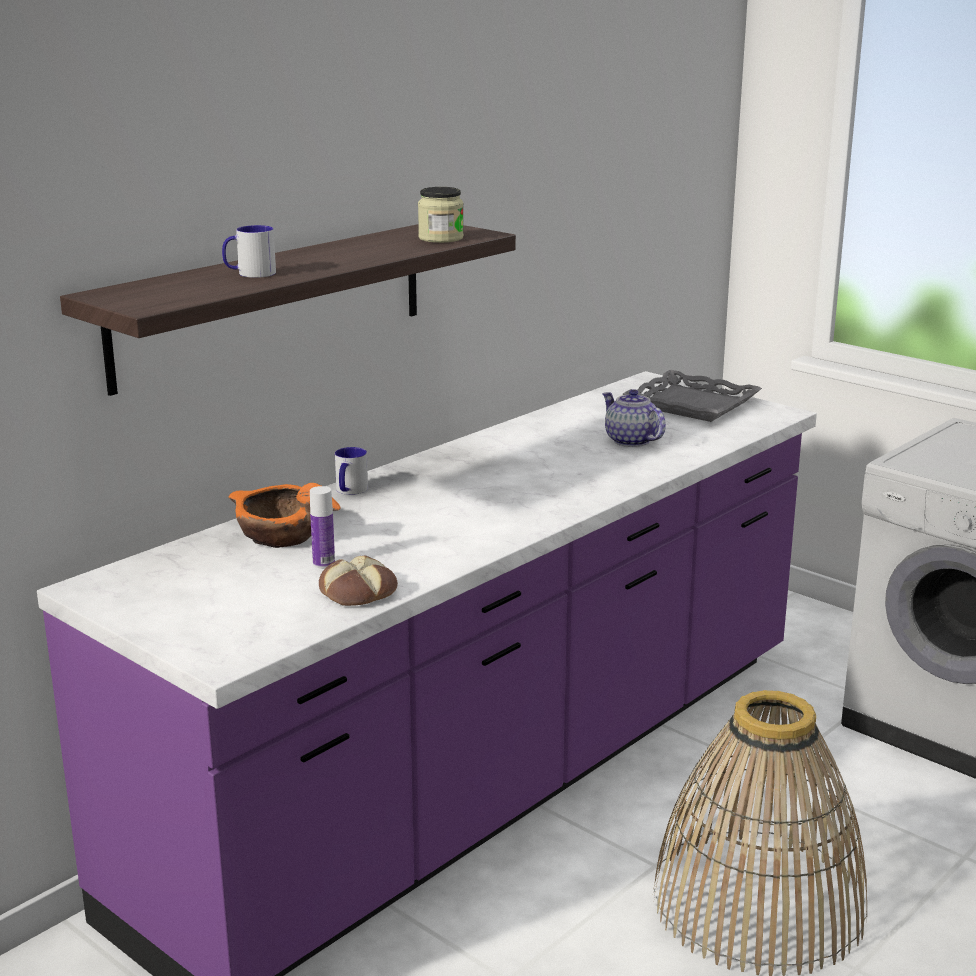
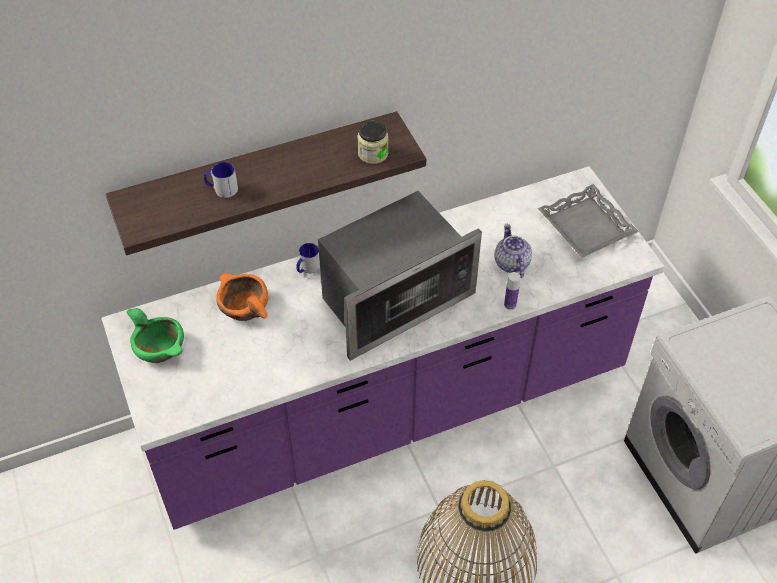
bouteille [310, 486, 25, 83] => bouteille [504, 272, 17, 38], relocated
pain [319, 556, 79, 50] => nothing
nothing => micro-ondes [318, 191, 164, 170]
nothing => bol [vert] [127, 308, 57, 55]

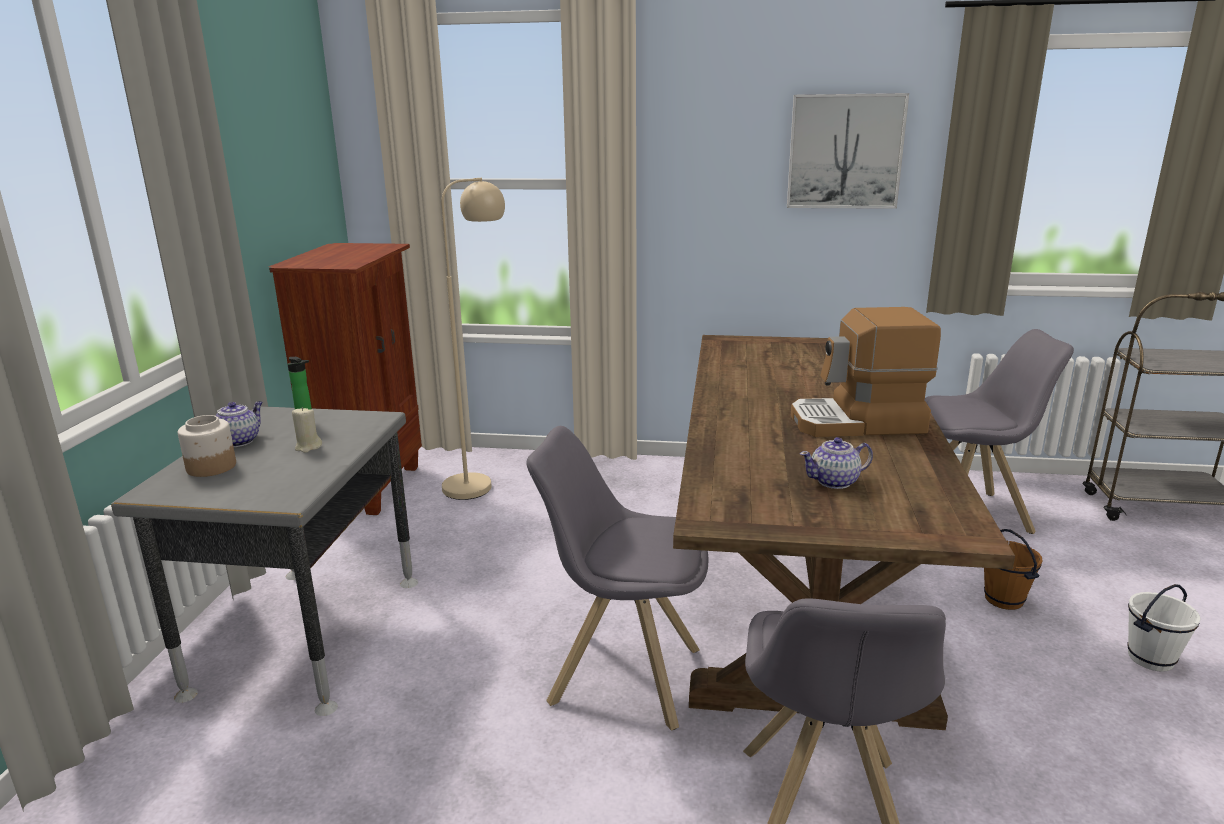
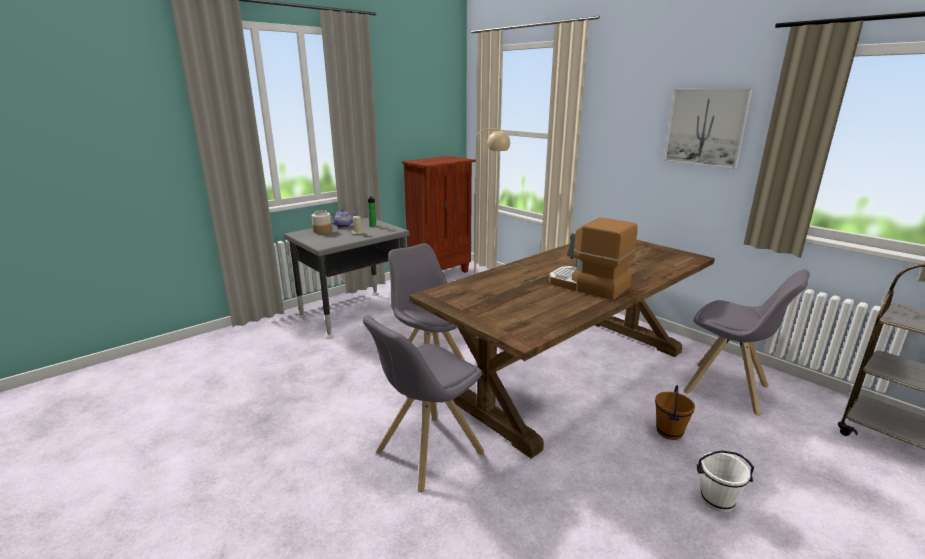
théière [800, 437, 73, 52] => nothing

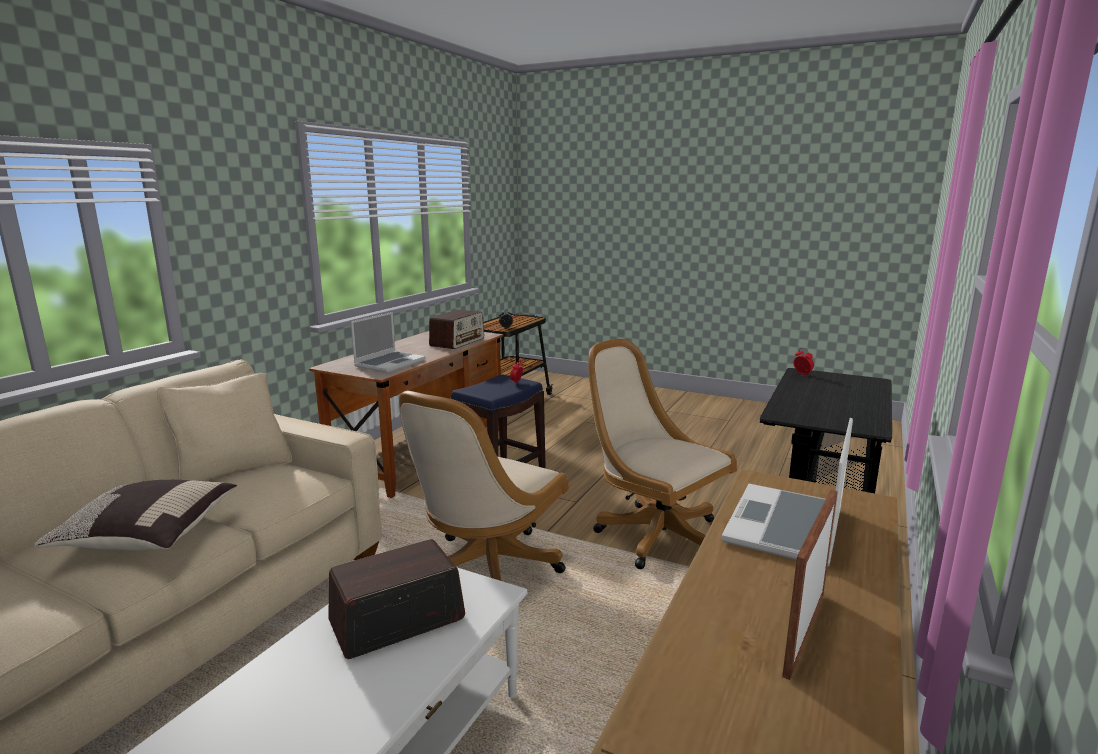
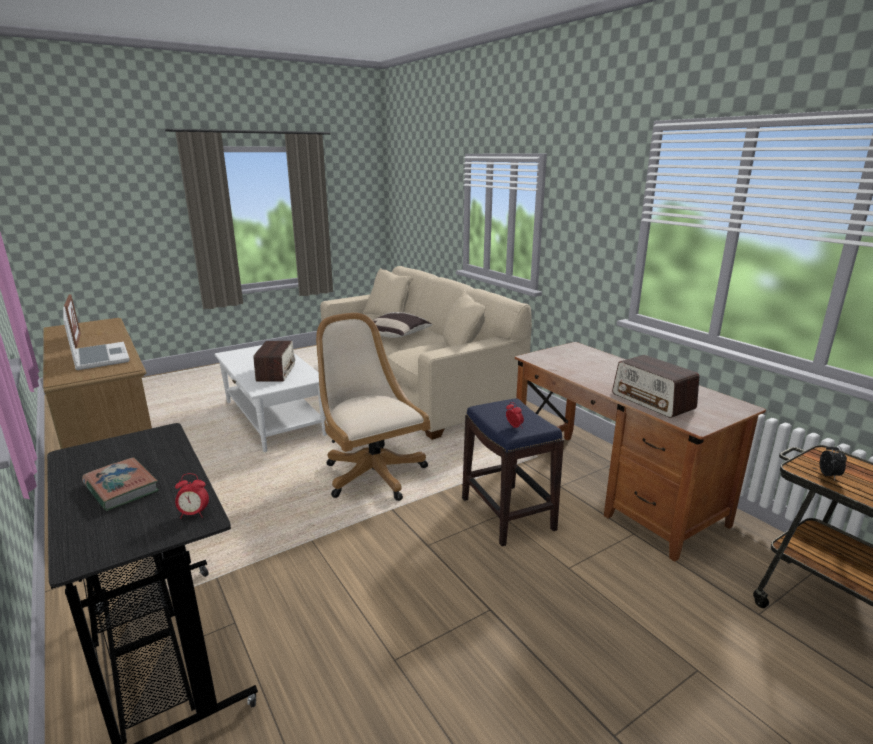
ordinateur portable [351, 312, 75, 61] => nothing
chaise de bureau [588, 339, 149, 230] => nothing
nothing => livre [82, 457, 77, 54]

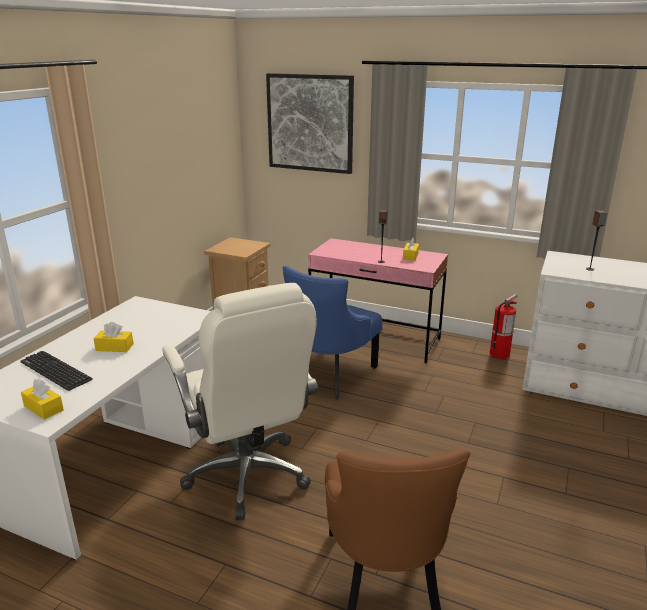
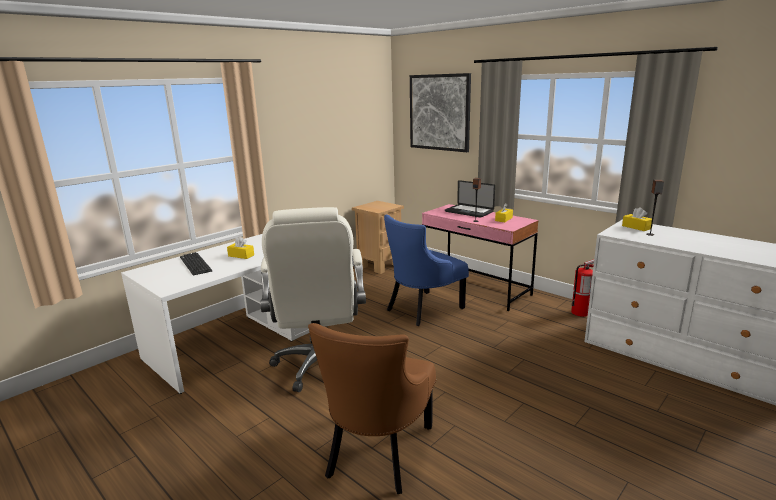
boîte à mouchoirs [jaune] [21, 379, 43, 41] => boîte à mouchoirs [jaune] [622, 207, 30, 24], relocated
nothing => ordinateur portable [445, 180, 50, 38]

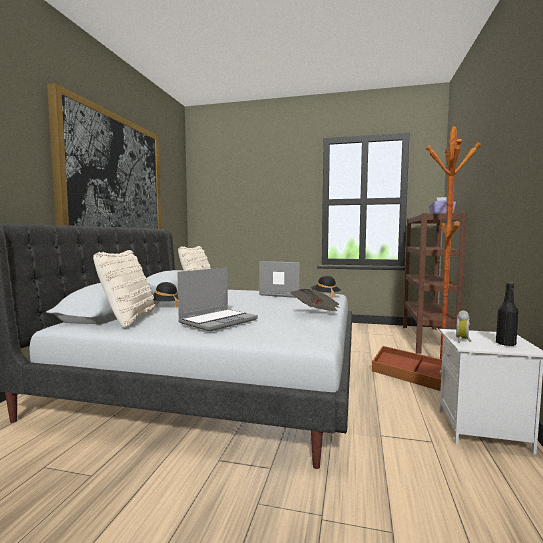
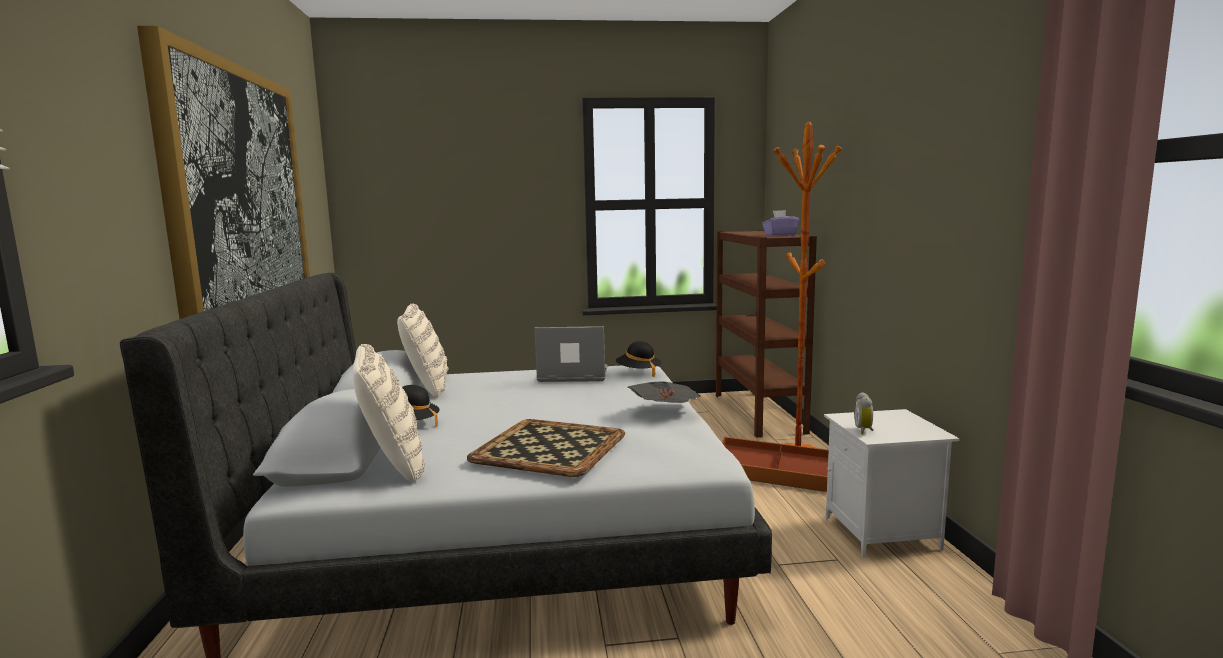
ordinateur portable [177, 267, 81, 64] => plateau [467, 419, 158, 58]
bouteille [noir] [496, 282, 23, 64] => nothing

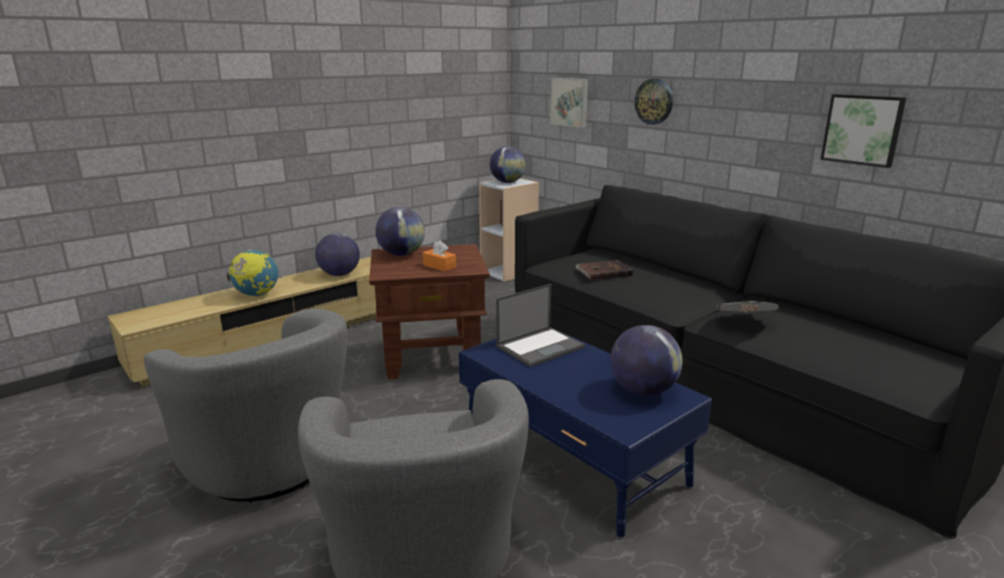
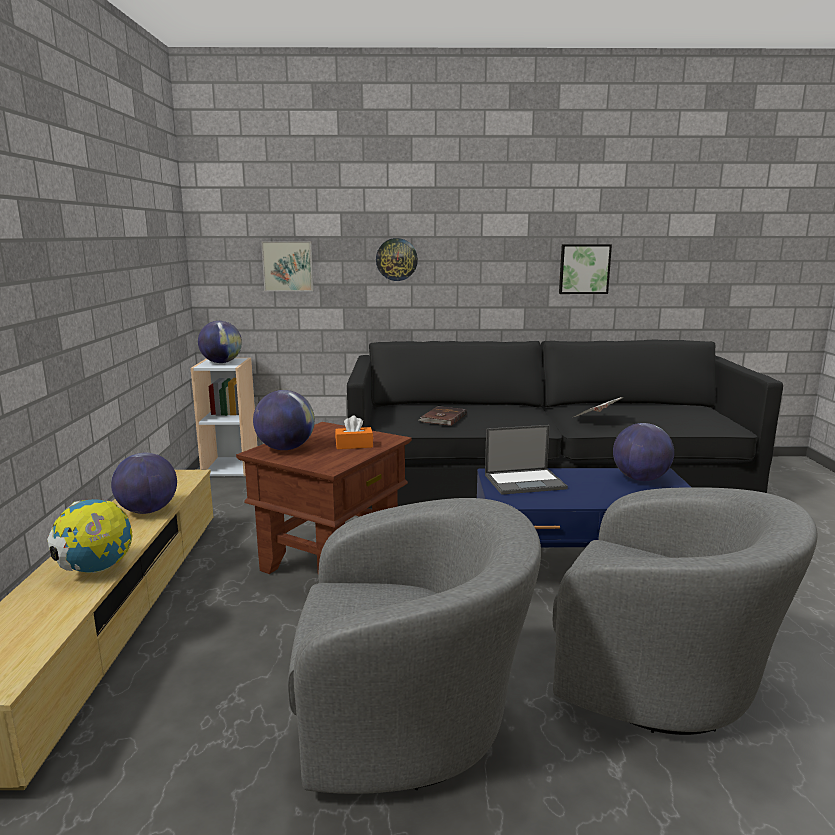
ordinateur portable [496, 284, 89, 83] => ordinateur portable [485, 425, 83, 70], 75 degrees clockwise

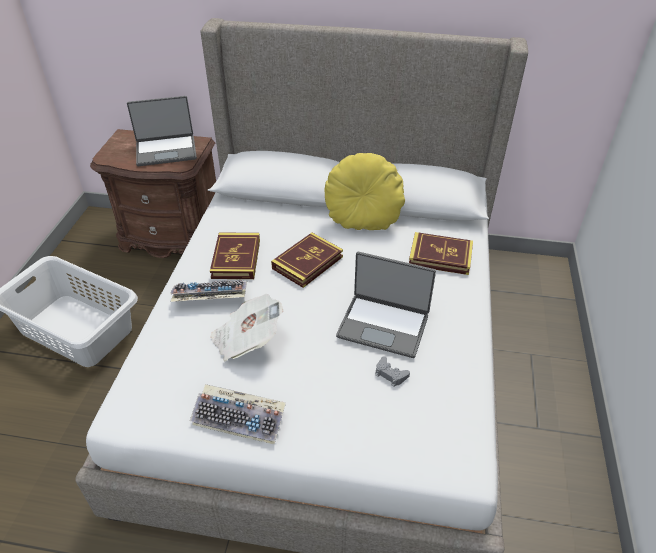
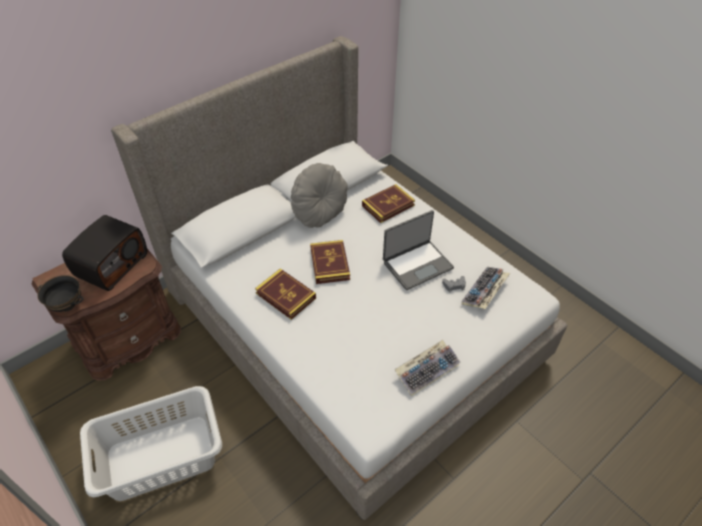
ordinateur portable [127, 96, 70, 70] => radio [62, 215, 85, 76]
coussin [jaune] [324, 153, 81, 77] => coussin [gris] [291, 163, 57, 65]
clavier [170, 280, 77, 22] => clavier [461, 267, 49, 42], relocated
journal [210, 294, 73, 67] => nothing
nothing => bol [noir] [37, 275, 47, 37]

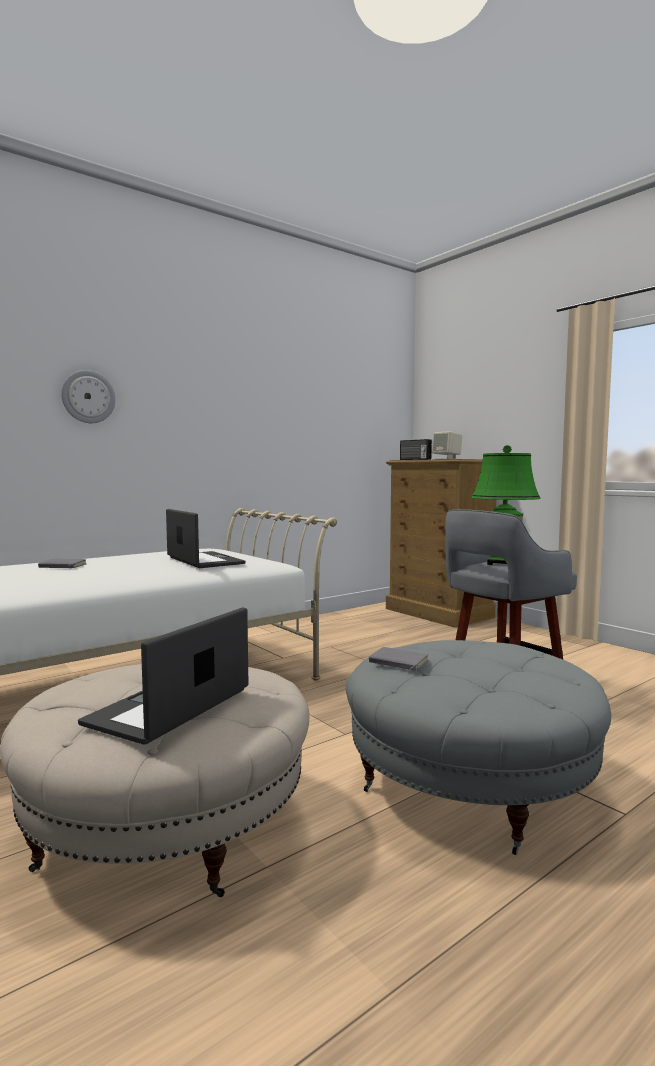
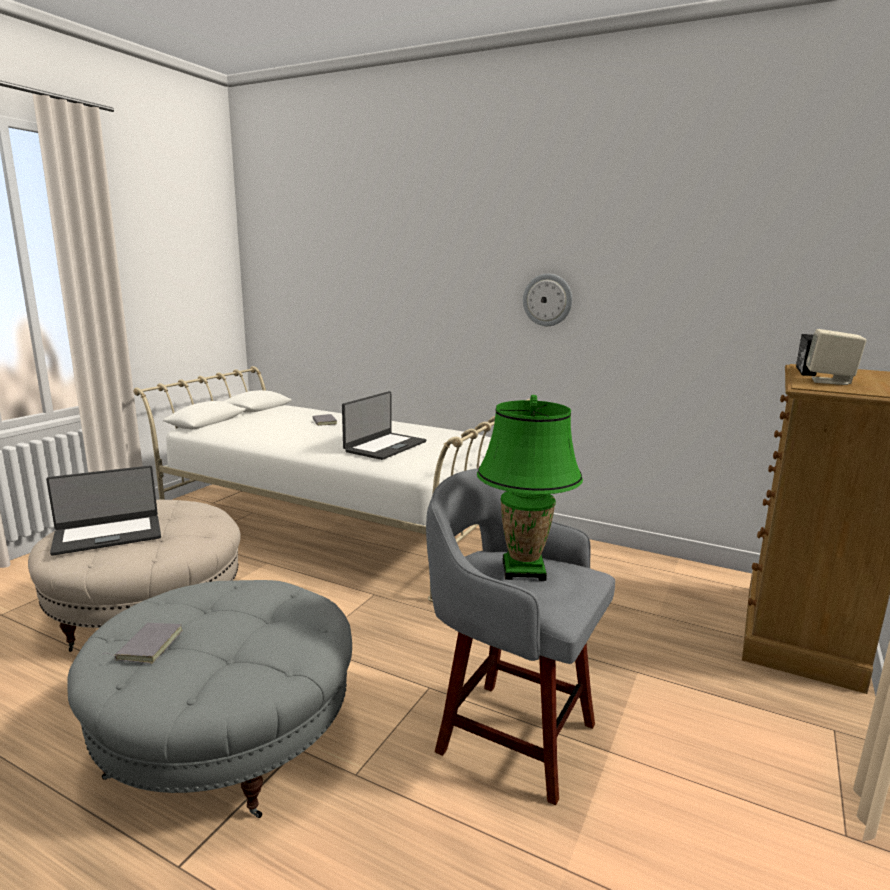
horloge murale [61, 370, 55, 53] => horloge murale [523, 274, 49, 52], relocated
ordinateur portable [78, 607, 170, 138] => ordinateur portable [46, 466, 115, 89], 150 degrees clockwise
livre [gris] [369, 647, 60, 24] => livre [gris] [103, 623, 80, 41], relocated

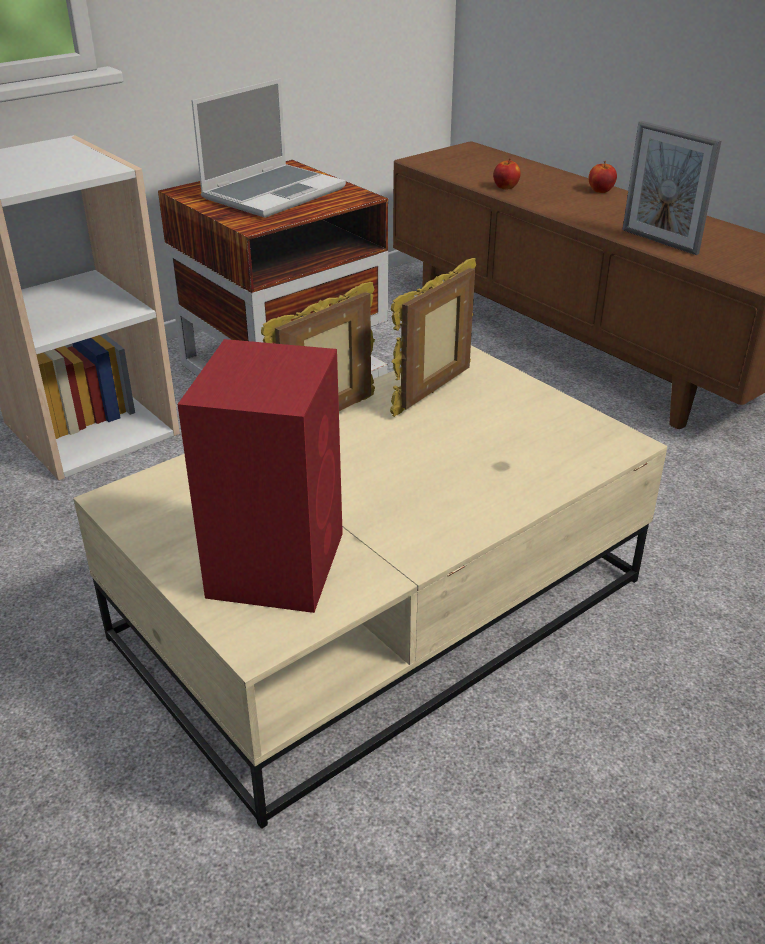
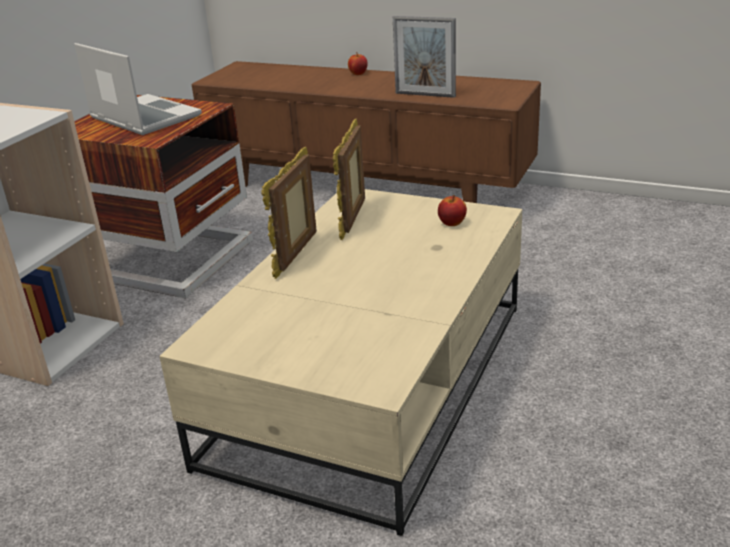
ordinateur portable [192, 78, 154, 140] => ordinateur portable [74, 43, 128, 92], 60 degrees counterclockwise
pomme [493, 158, 28, 32] => pomme [438, 195, 29, 31], relocated
enceinte [rouge] [177, 339, 166, 274] => nothing

